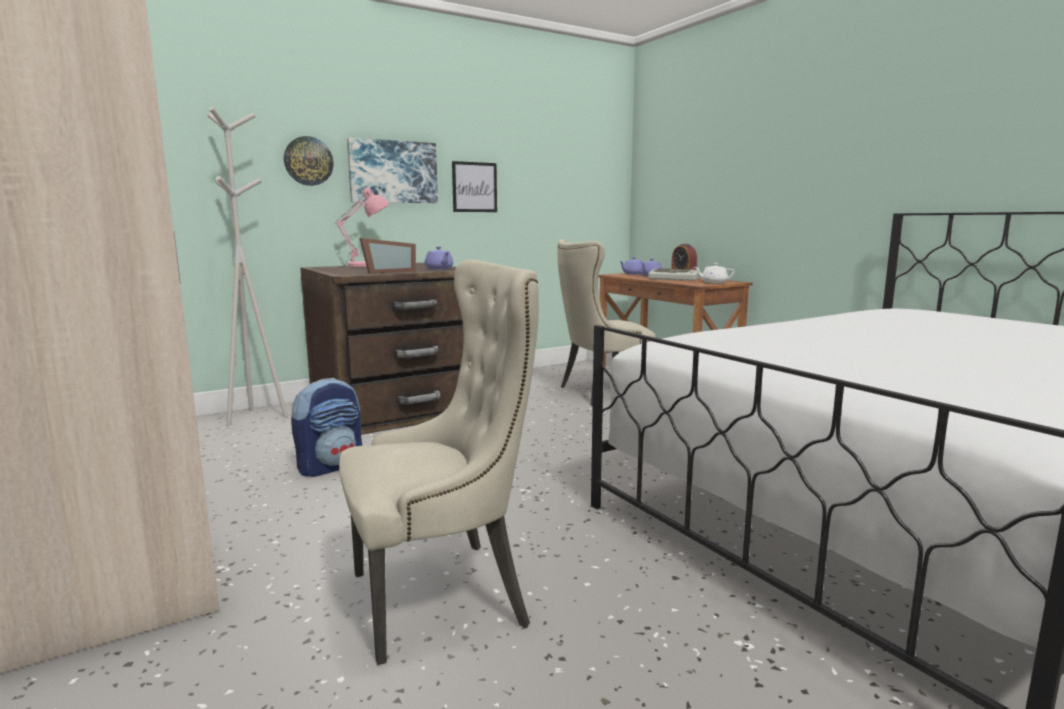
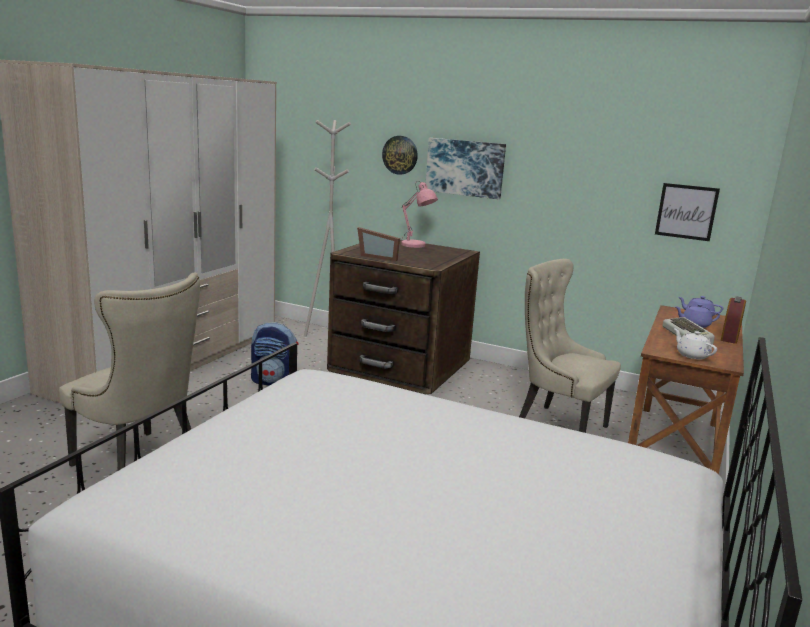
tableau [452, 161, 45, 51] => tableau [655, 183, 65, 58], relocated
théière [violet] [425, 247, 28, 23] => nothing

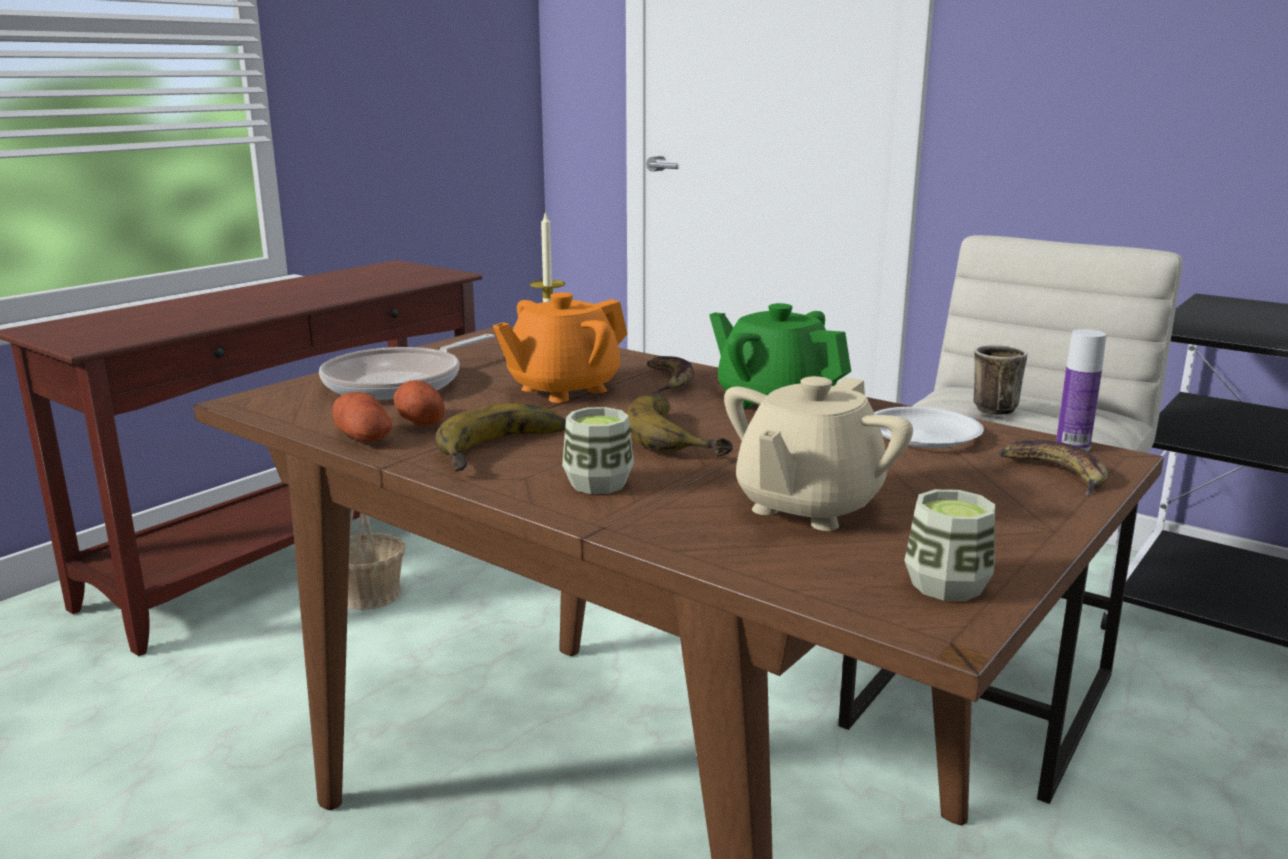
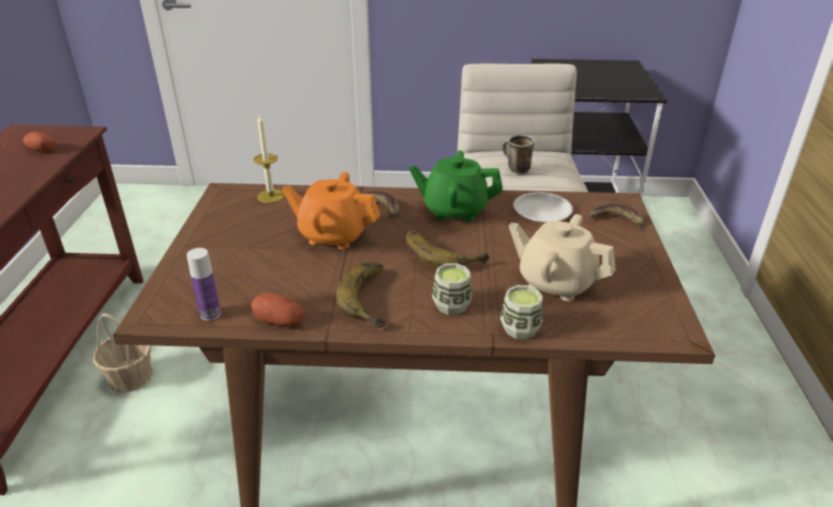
théière [orange] [493, 292, 134, 111] => théière [orange] [282, 172, 98, 77], 90 degrees clockwise
bouteille [1056, 329, 50, 122] => bouteille [187, 248, 34, 73], relocated
poêle [319, 334, 175, 66] => nothing
théière [beige] [724, 376, 189, 155] => théière [beige] [509, 214, 107, 87], 120 degrees clockwise
pomme de terre [394, 380, 51, 46] => pomme de terre [23, 132, 32, 20], relocated
tasse [904, 489, 91, 112] => tasse [500, 285, 43, 54], relocated

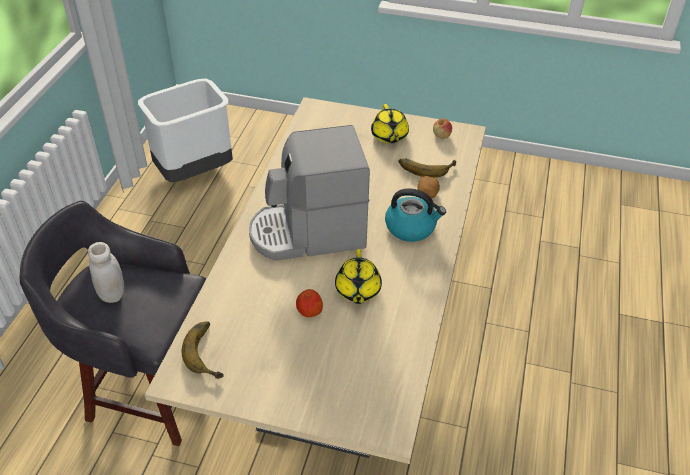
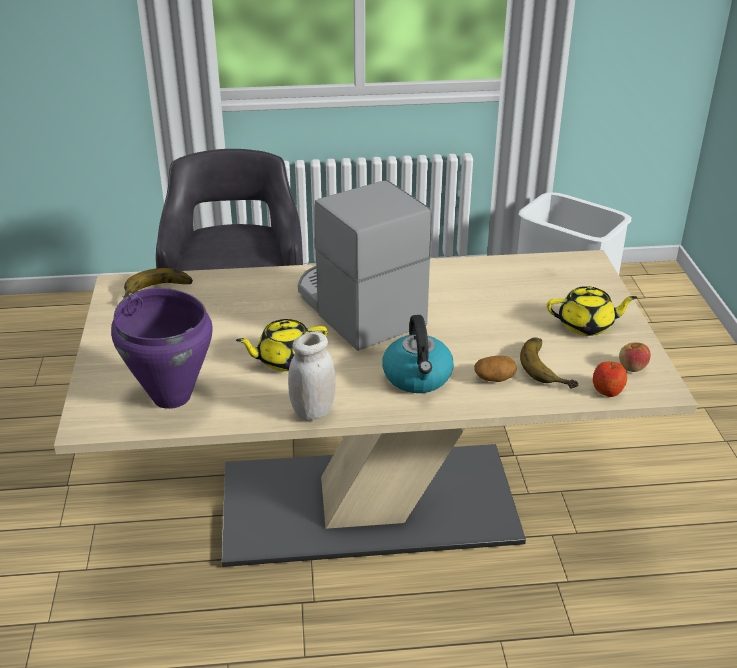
théière [jaune] [371, 104, 38, 39] => théière [jaune] [547, 286, 90, 50], 150 degrees counterclockwise
bocal [blanc] [88, 242, 36, 61] => bocal [blanc] [288, 332, 48, 89], relocated
pomme [296, 289, 27, 28] => pomme [593, 362, 34, 35], relocated
nothing => marmite [violet] [111, 288, 102, 121]

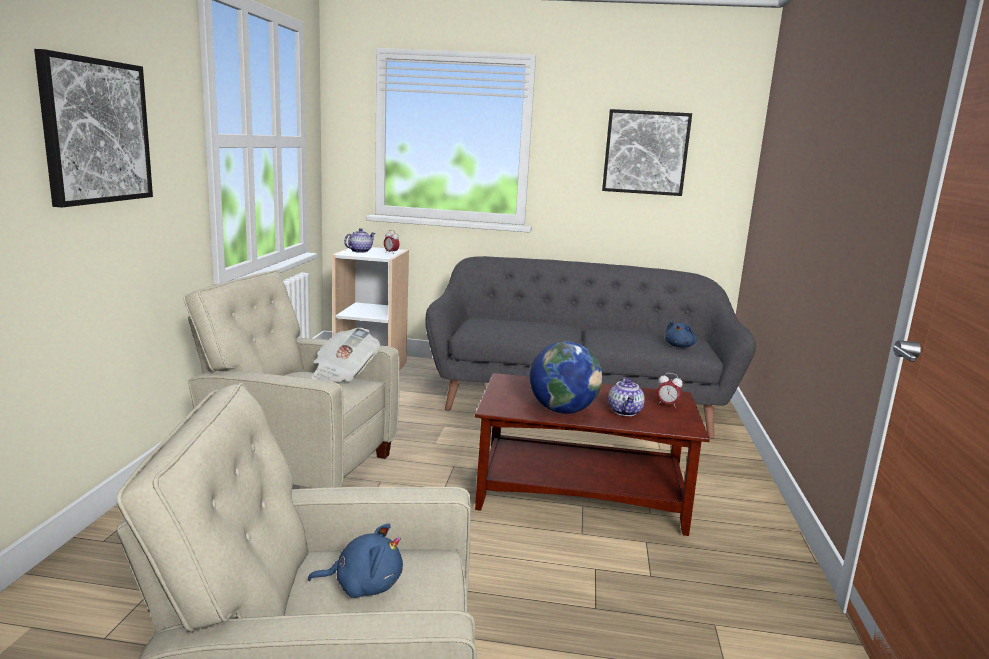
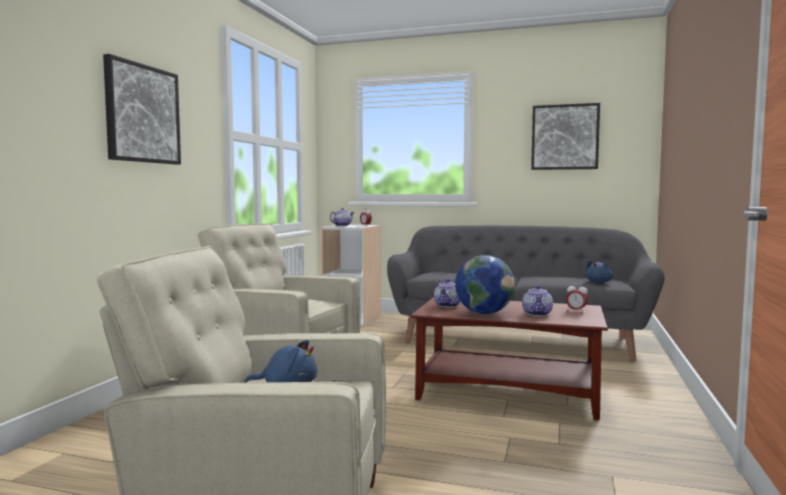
journal [311, 328, 69, 54] => nothing
nothing => théière [434, 279, 27, 29]

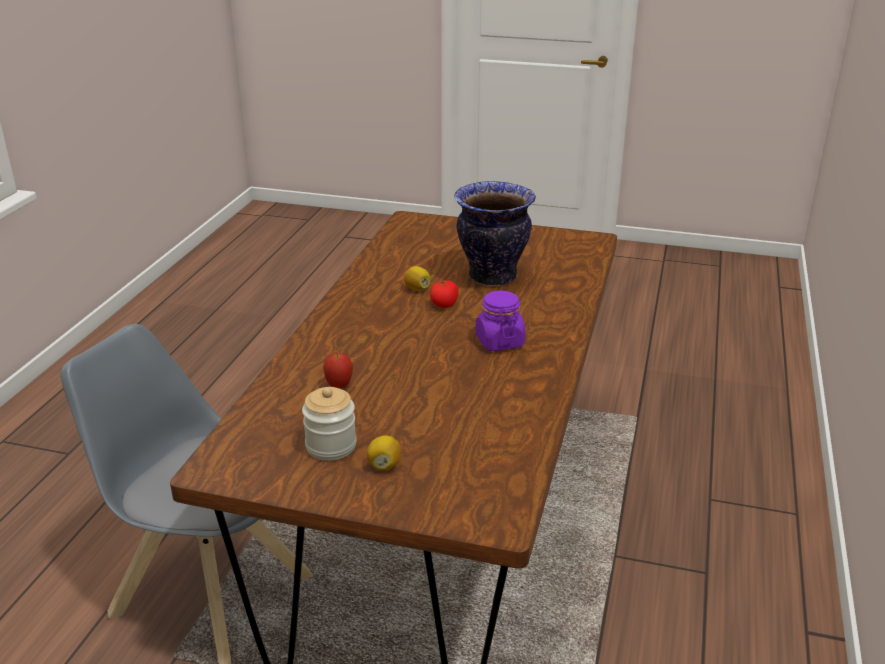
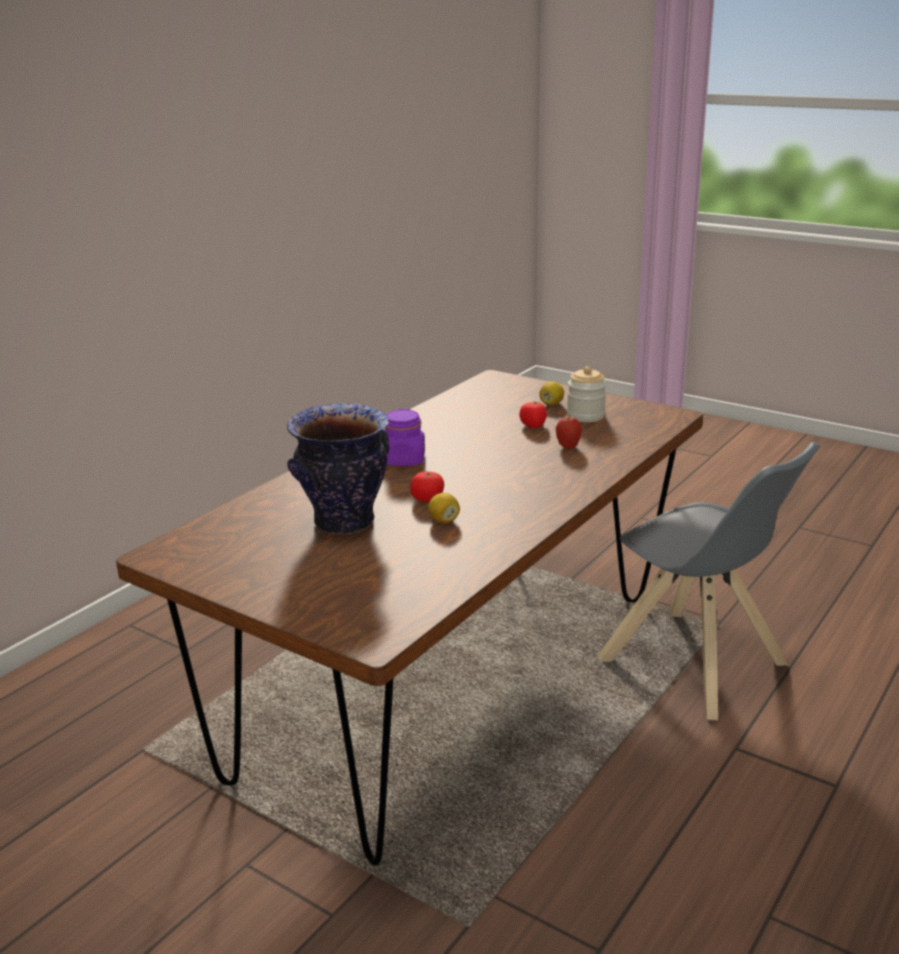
nothing => tomate [519, 401, 28, 27]

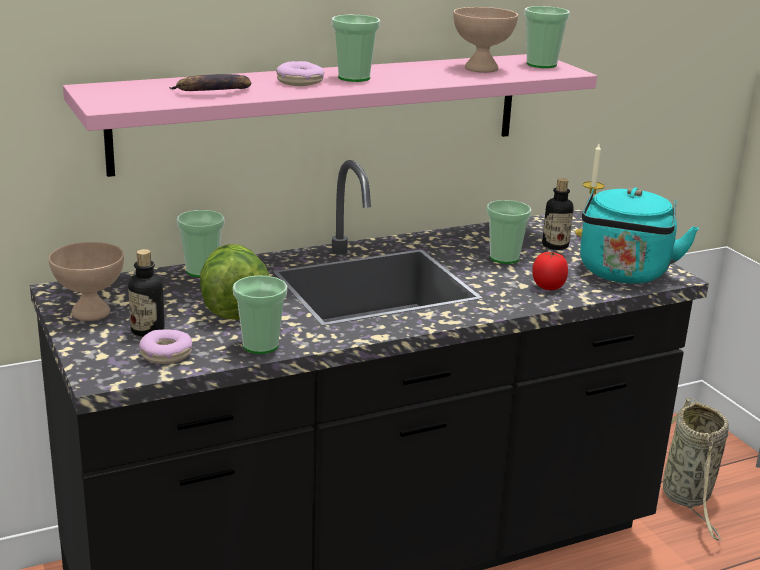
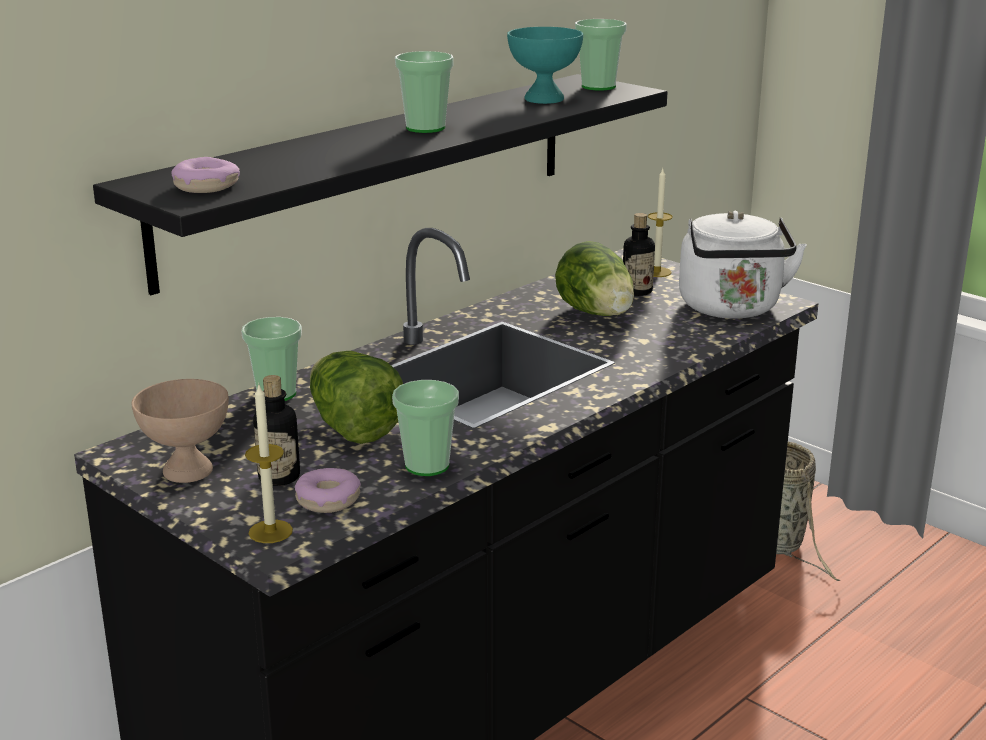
bol [beige] [453, 7, 65, 66] => bol [turquoise] [507, 27, 76, 77]
étagère [rose] [63, 54, 534, 123] => étagère [noir] [93, 74, 574, 221]
beignet [276, 61, 49, 25] => beignet [171, 157, 69, 36], relocated
banane [169, 74, 82, 17] => nothing
bouilloire [turquoise] [580, 187, 119, 97] => bouilloire [blanc] [679, 211, 128, 108]
tasse [487, 200, 44, 64] => laitue [555, 241, 79, 75]
tomate [532, 252, 36, 38] => nothing
nothing => bougie [245, 385, 48, 158]

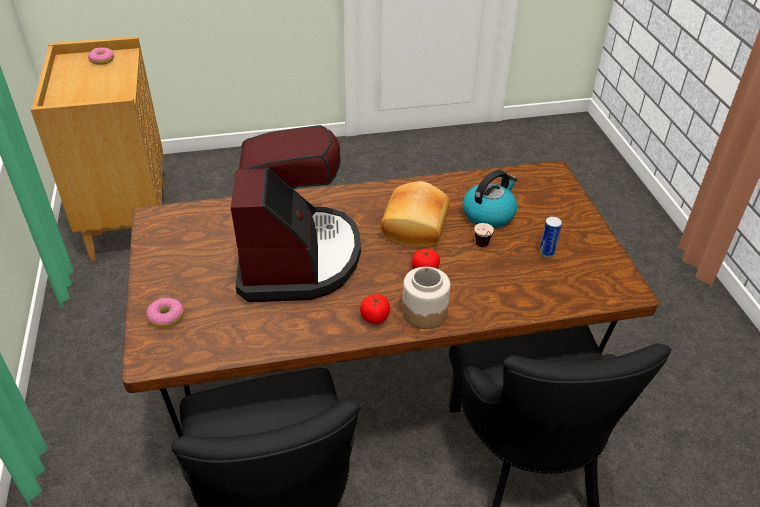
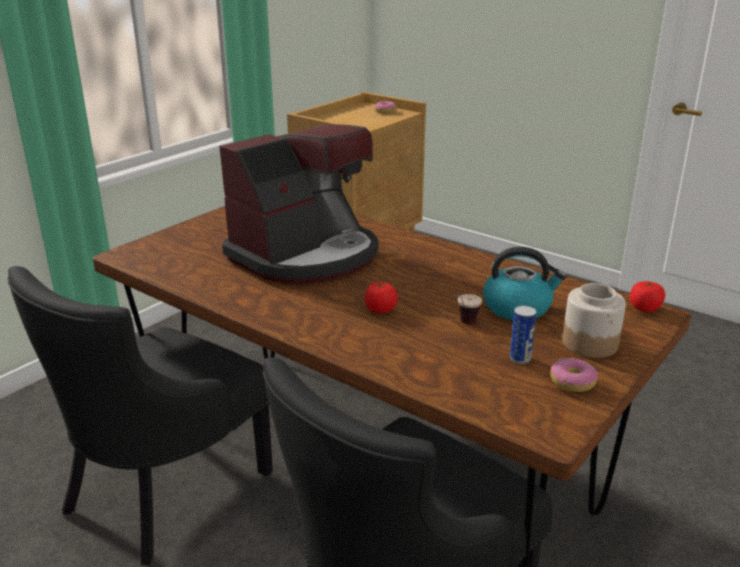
pain [381, 181, 69, 67] => nothing
bocal [402, 267, 48, 62] => bocal [562, 283, 64, 75], relocated
tomate [360, 294, 30, 30] => tomate [630, 281, 35, 31], relocated
beignet [146, 298, 38, 30] => beignet [551, 357, 47, 35], relocated

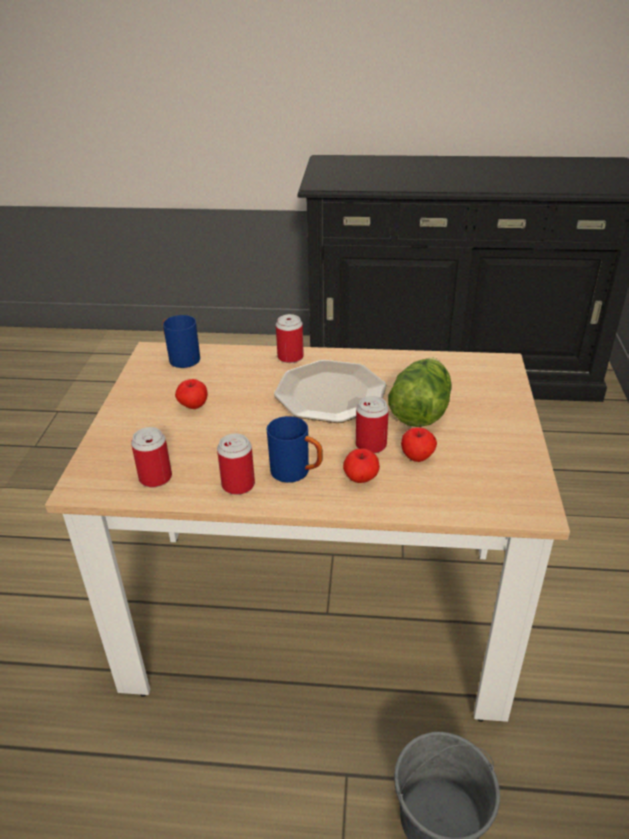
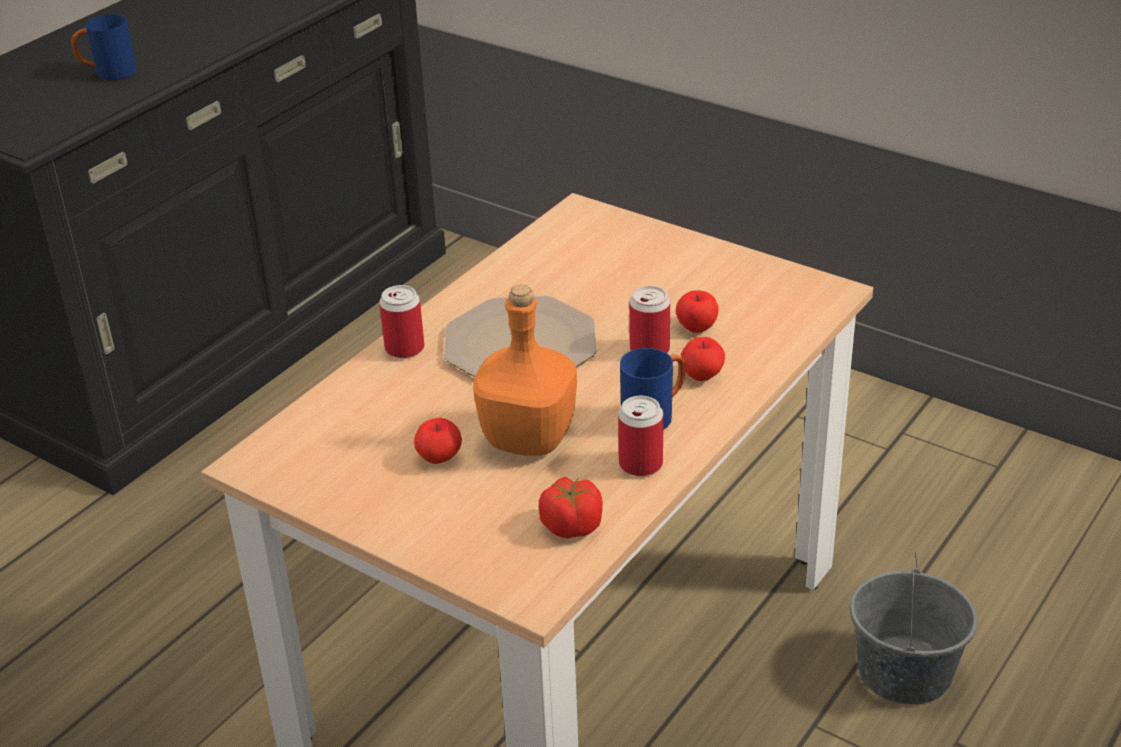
mug [bleu] [163, 315, 37, 53] => mug [bleu] [71, 14, 65, 66], relocated
laitue [388, 358, 63, 69] => nothing
boîte métallique [131, 427, 41, 60] => tomate [539, 477, 64, 61]
nothing => bouteille [orange] [473, 285, 104, 171]

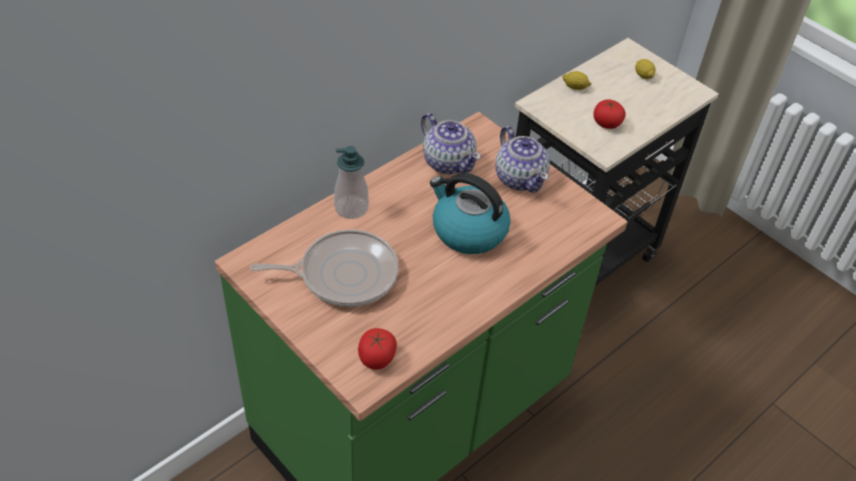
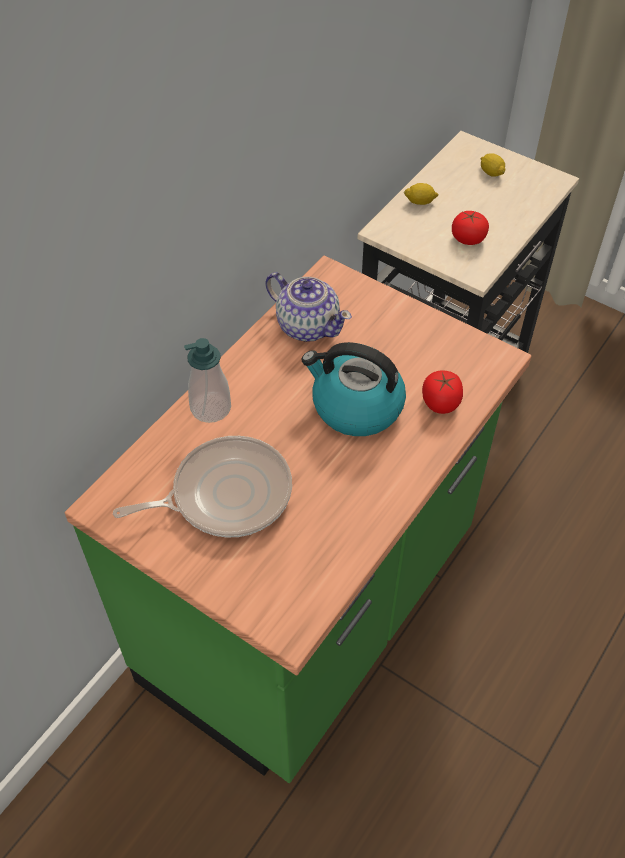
théière [495, 126, 55, 67] => nothing
tomate [358, 328, 39, 41] => tomate [422, 371, 41, 43], relocated

